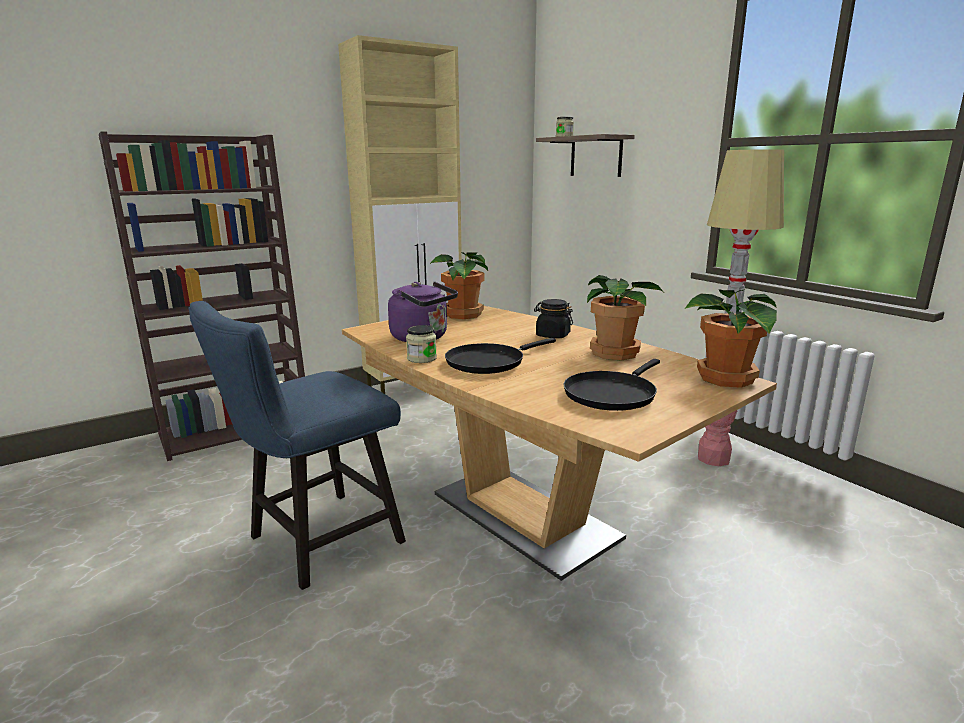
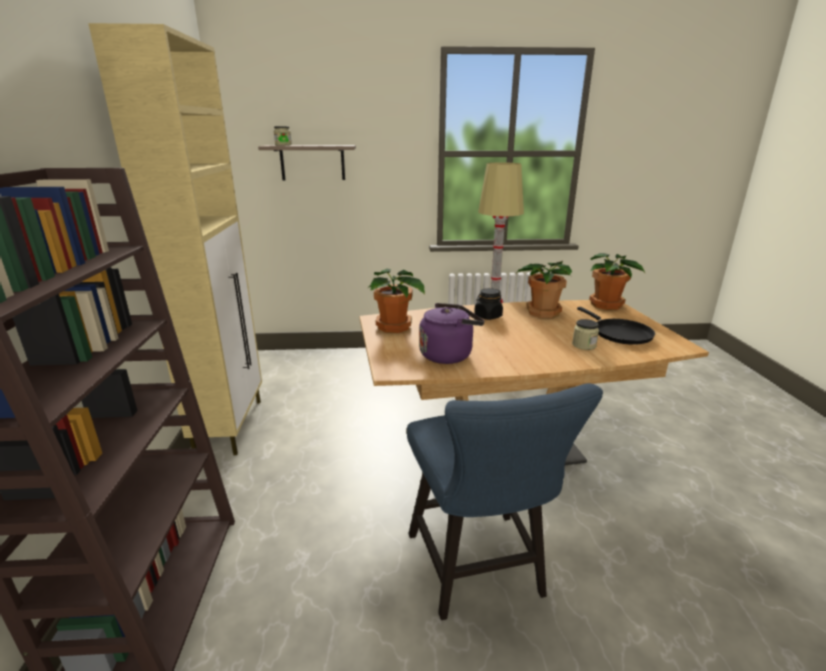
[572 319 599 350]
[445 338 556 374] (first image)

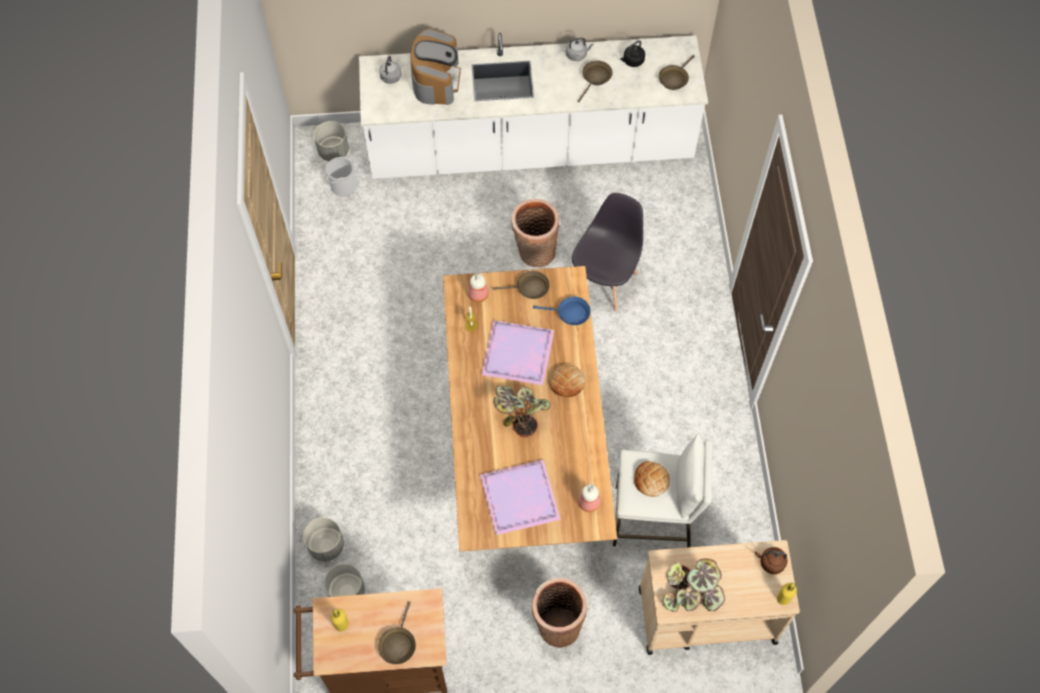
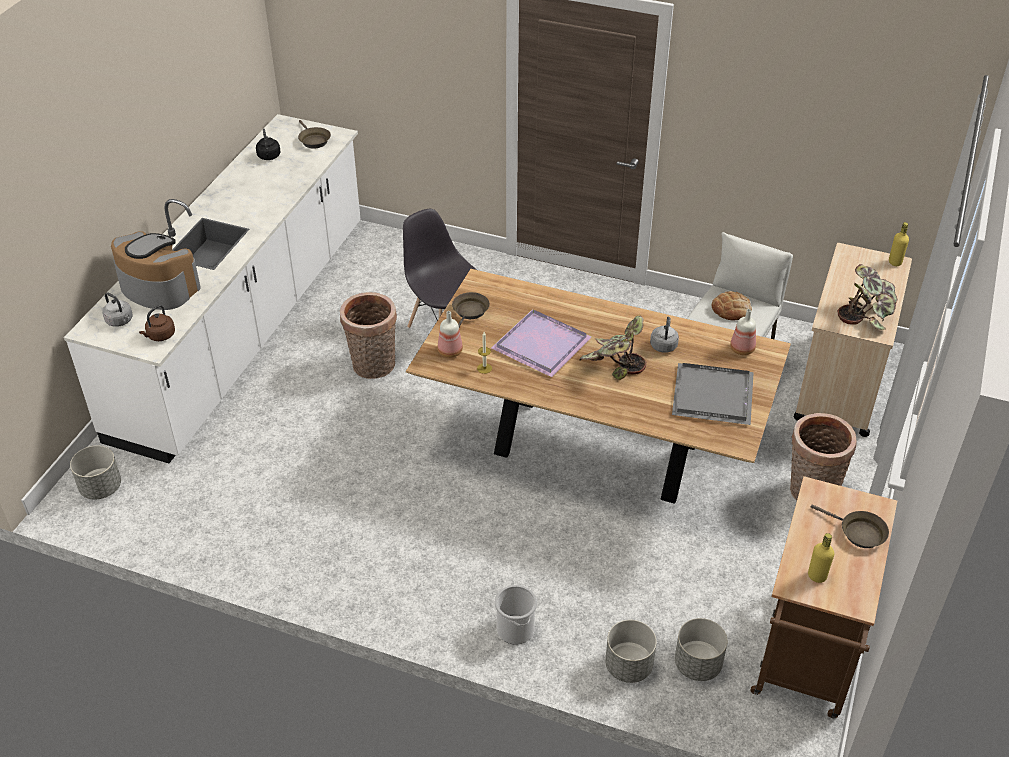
[650 317 679 353]
[578 61 612 102] (first image)
[495 585 537 645]
[533 297 590 325] (first image)
[550 365 585 397] (first image)
[672 363 754 425]
[139 305 175 341]

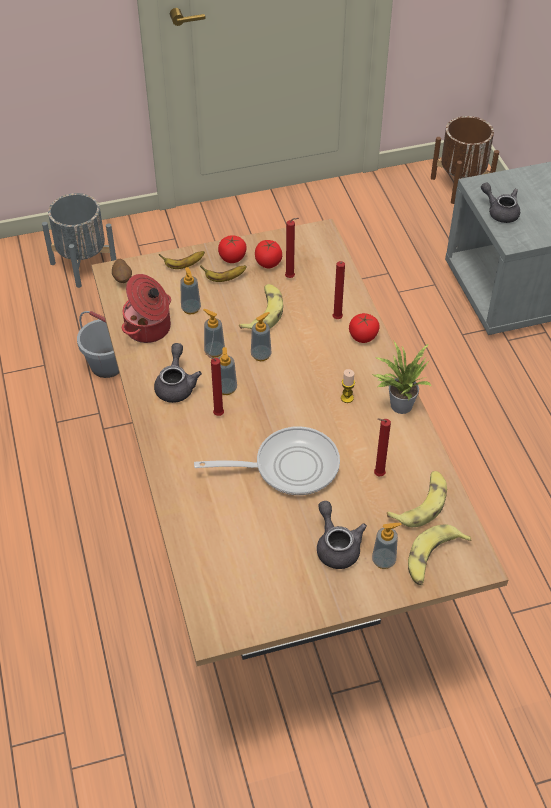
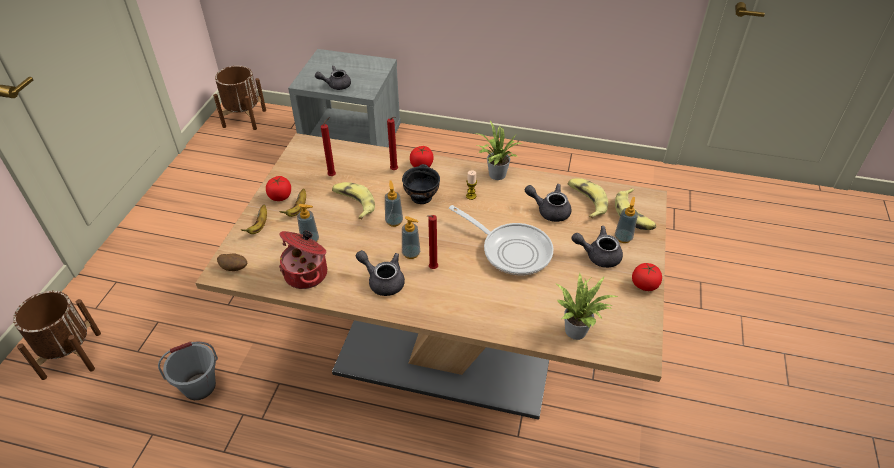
[13 291 101 380]
[632 263 662 291]
[203 309 225 358] (first image)
[525 184 571 222]
[449 205 553 276]
[402 164 440 204]
[557 273 619 340]

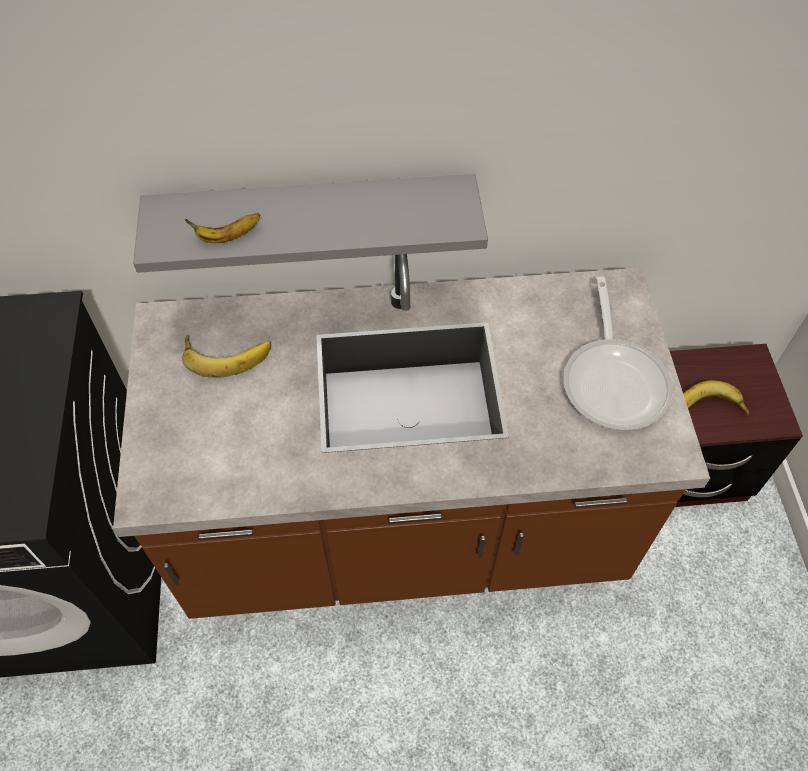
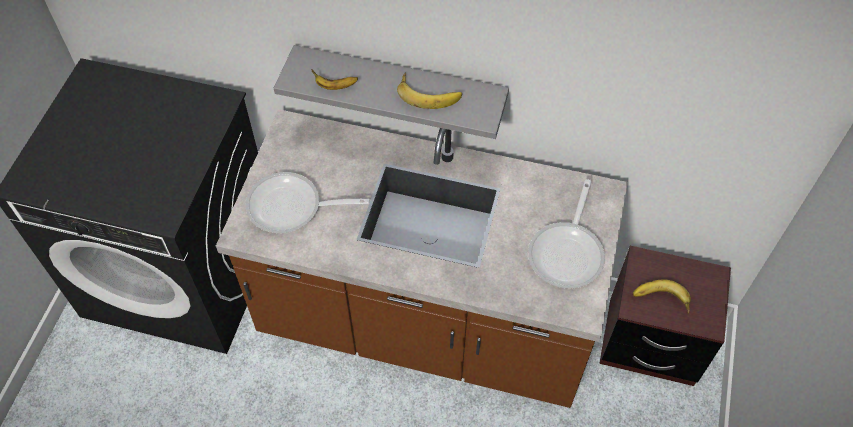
[397 72 462 109]
[245 172 369 233]

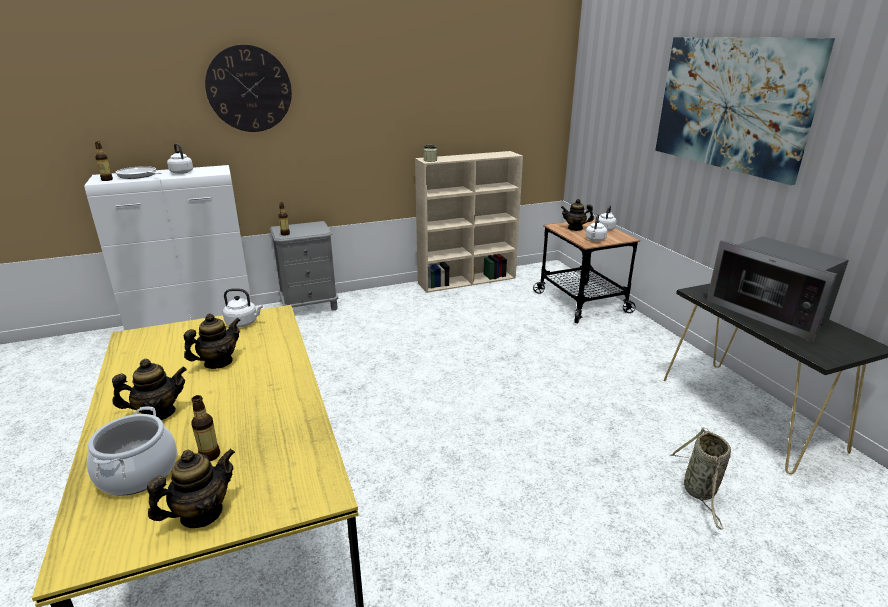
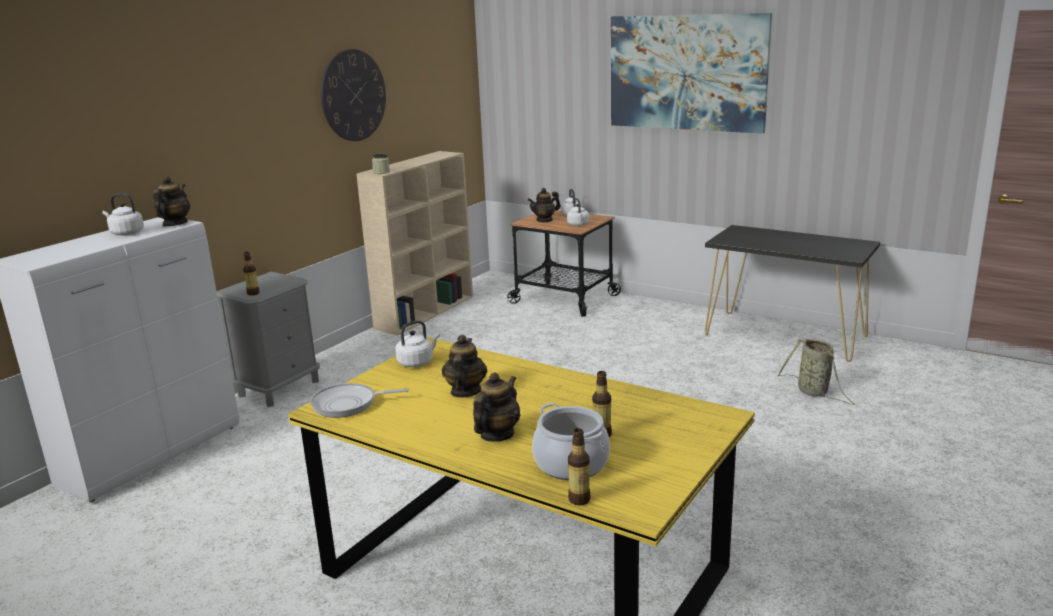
[321 49 386 141]
[568 428 591 505]
[310 383 409 418]
[707 236 849 342] (first image)
[153 176 190 226]

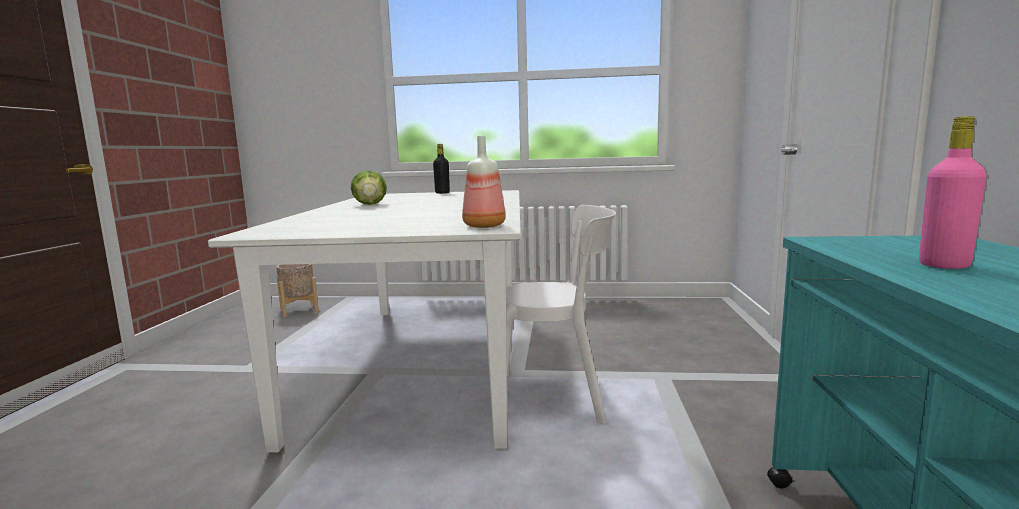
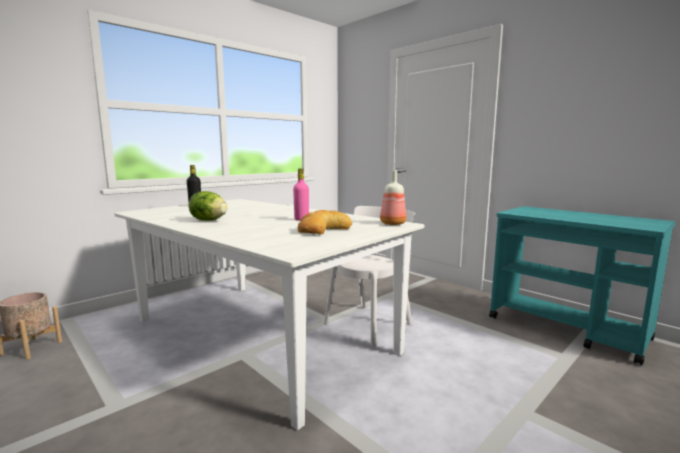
[293 168 309 221]
[298 210 352 234]

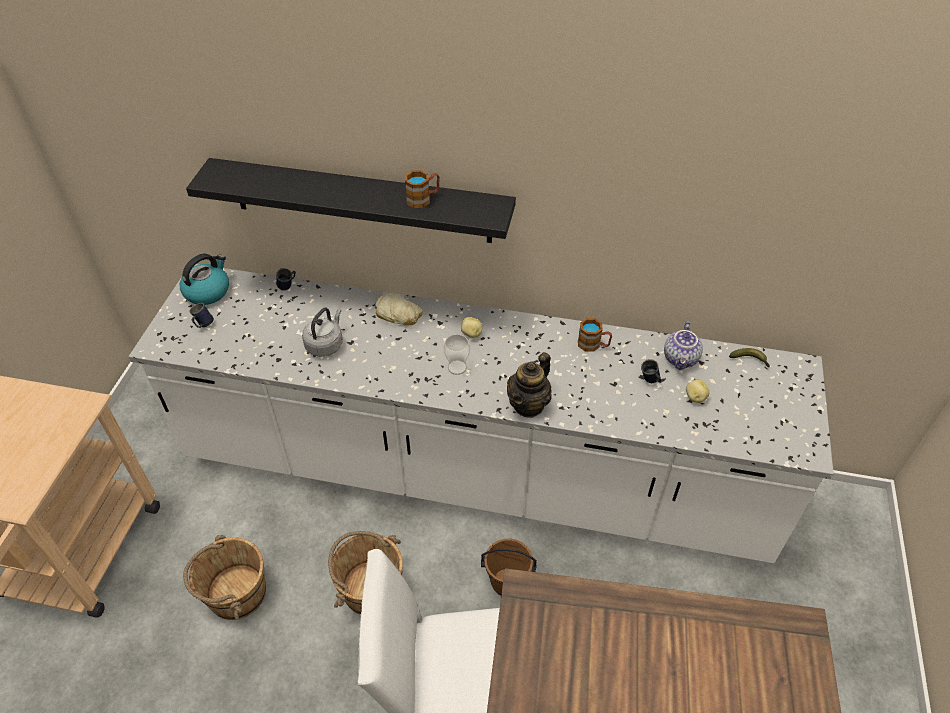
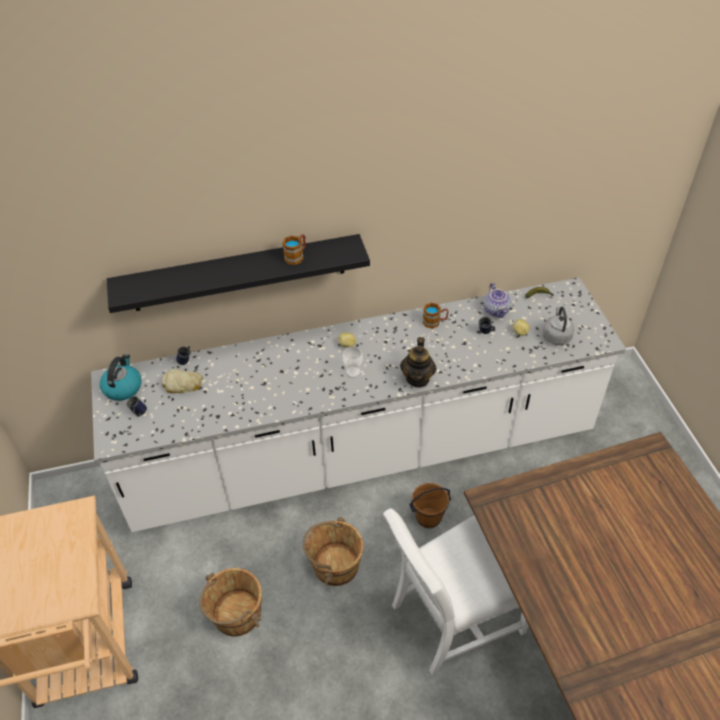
[162 369 203 393]
[543 307 574 345]

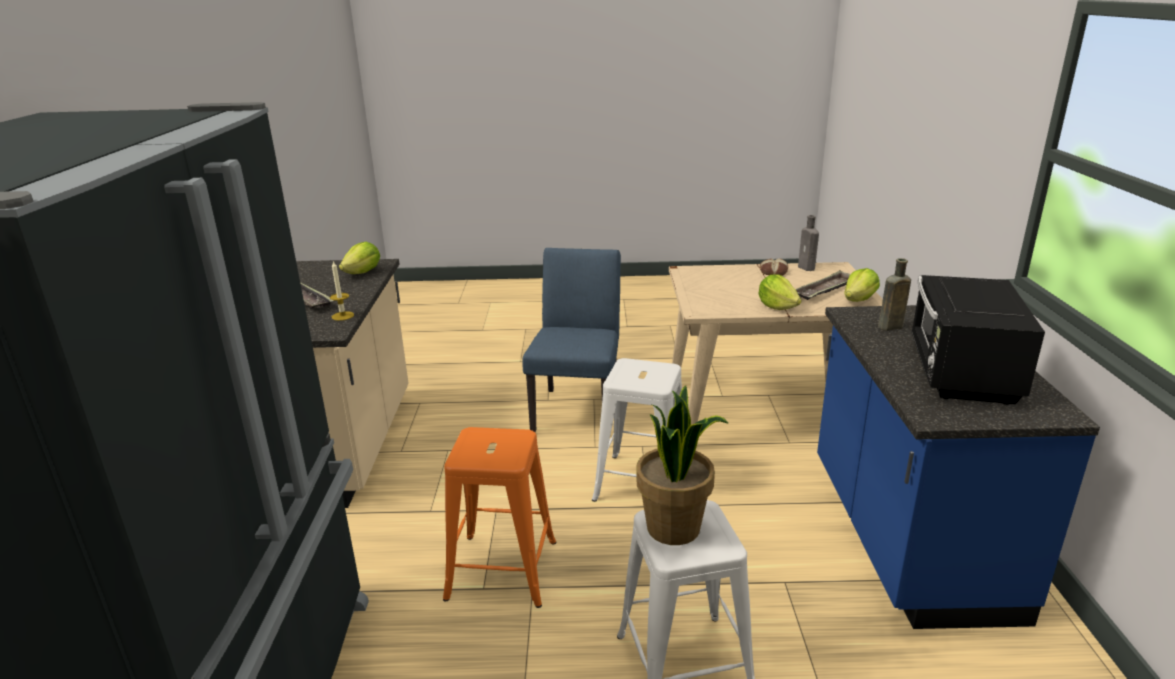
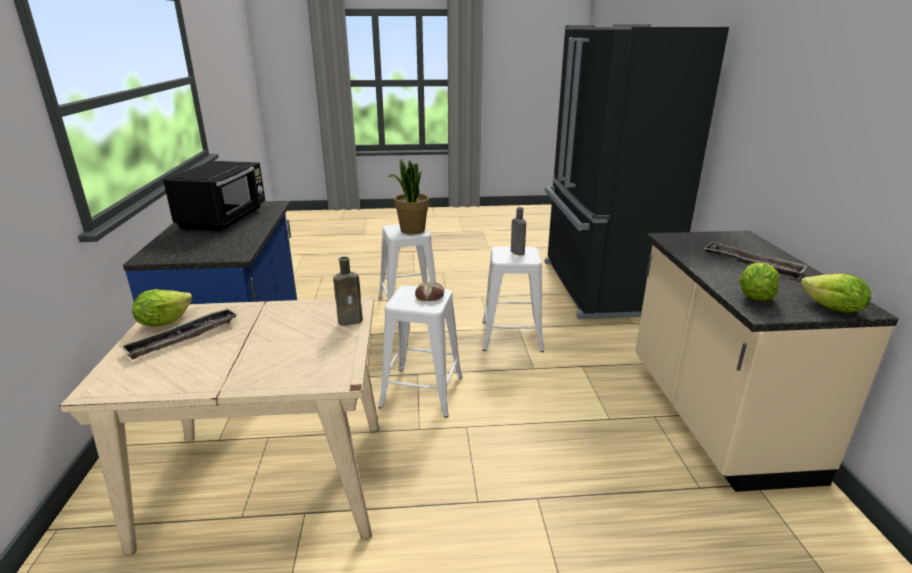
[511 207 526 255]
[522 248 621 432] (first image)
[415 282 444 301]
[333 256 363 326]
[330 261 354 321] (first image)
[800 273 871 313]
[482 246 544 352]

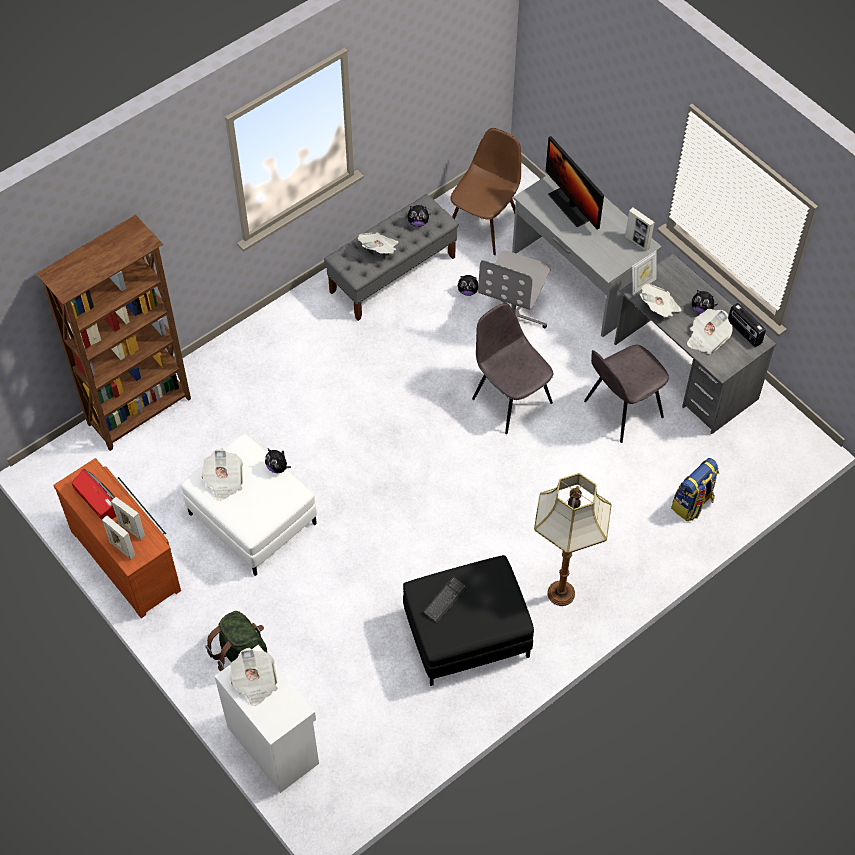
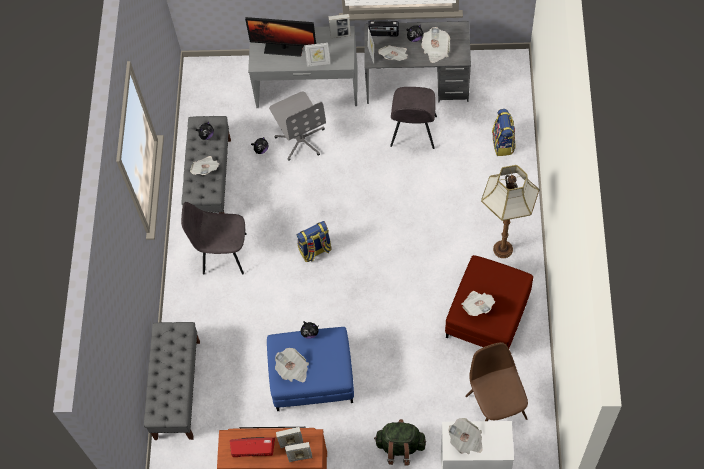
[465 342 528 421]
[144 322 200 440]
[181 202 247 274]
[368 21 399 36]
[267 327 354 411]
[445 255 533 348]
[461 291 495 316]
[304 43 330 67]
[297 221 332 262]

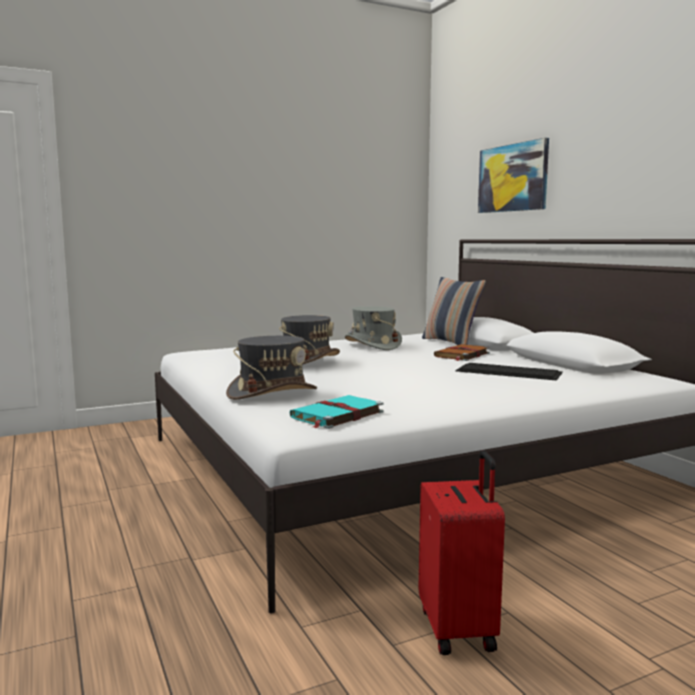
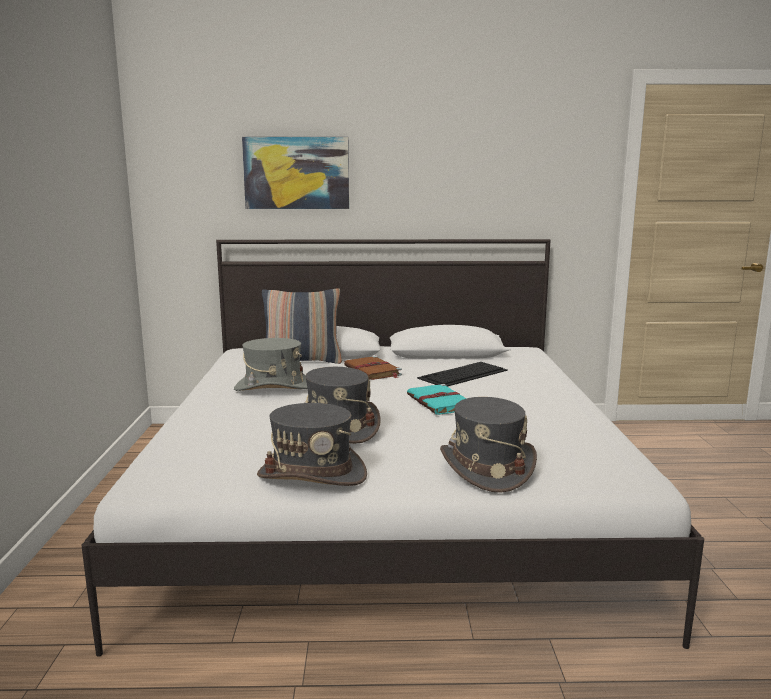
[407 384 467 415]
[418 450 505 655] (first image)
[257 403 367 486]

